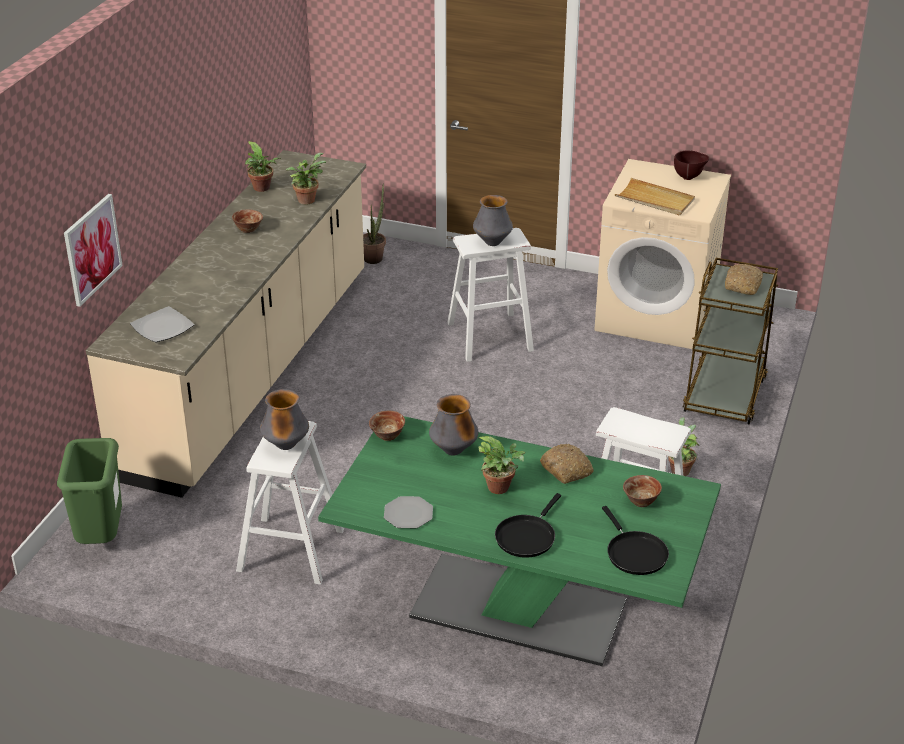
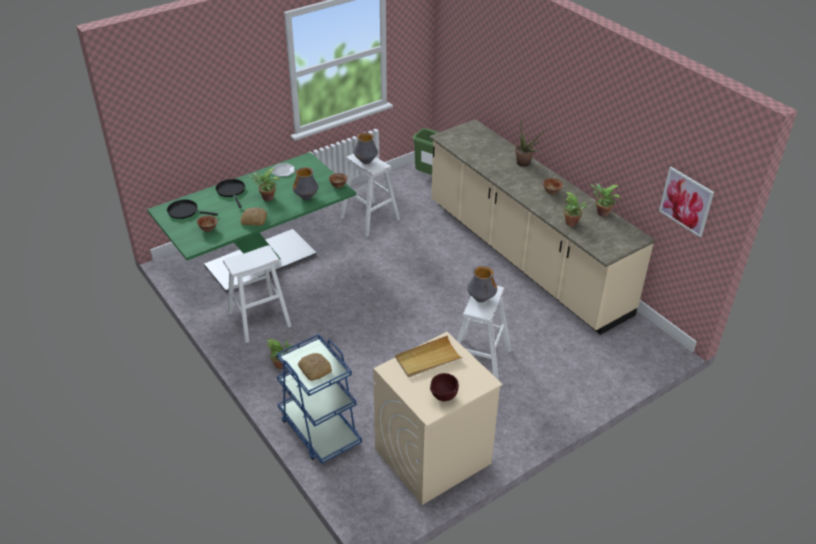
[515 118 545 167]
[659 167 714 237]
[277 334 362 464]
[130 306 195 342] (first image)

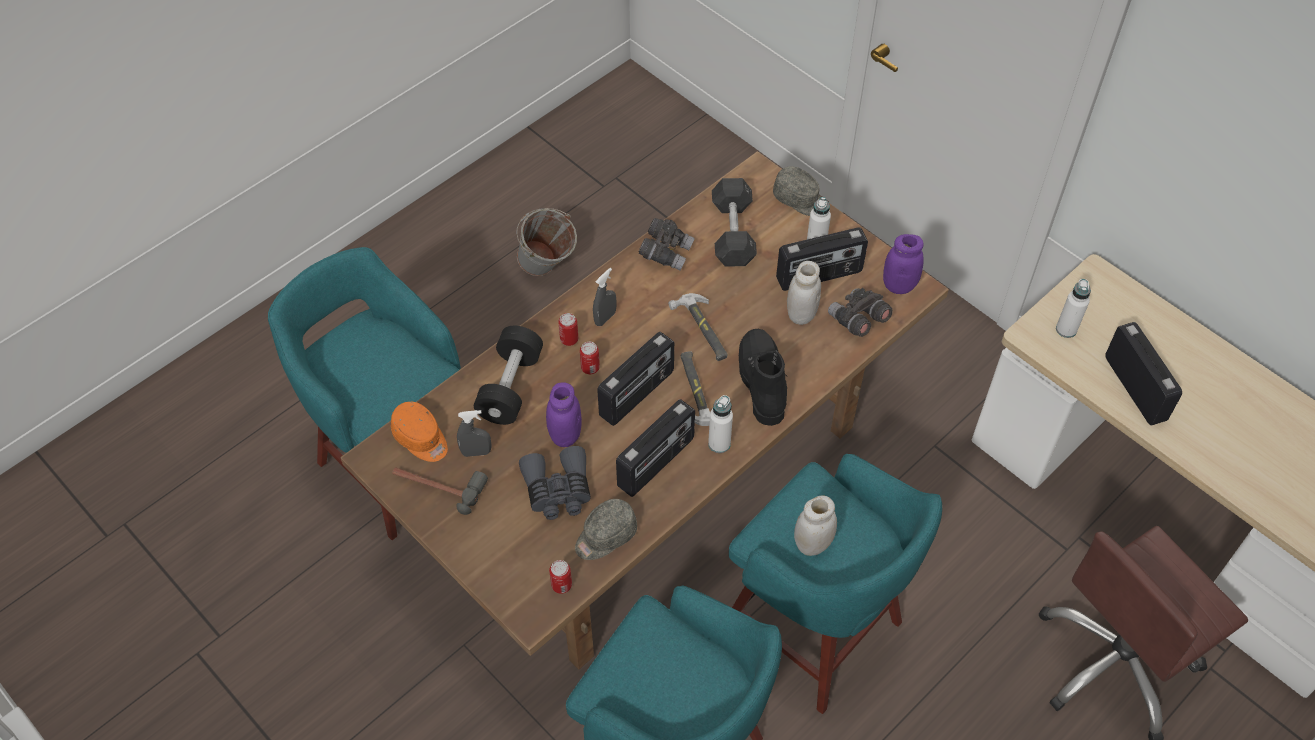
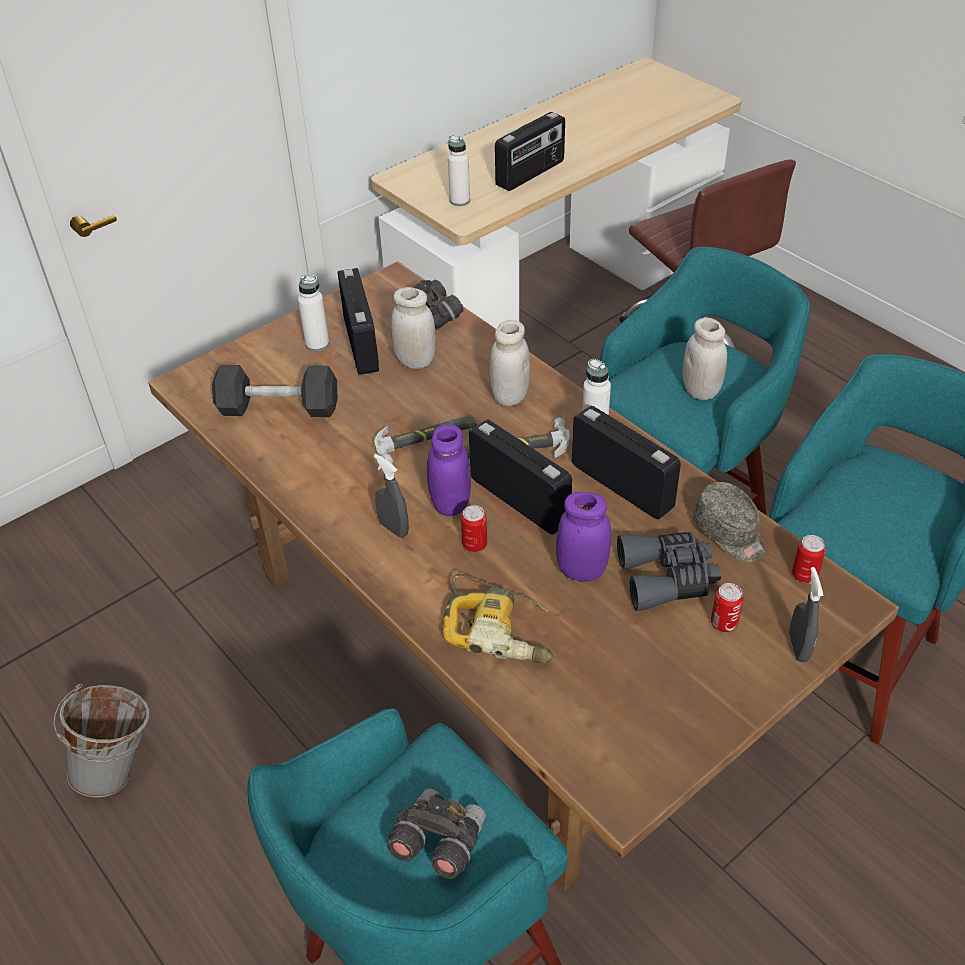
[773 166 821 216] (first image)
[387 789 486 879]
[427 424 471 516]
[711 583 744 632]
[495 112 565 191]
[443 574 554 664]
[489 320 530 406]
[391 402 448 462] (first image)
[789 567 823 662]
[392 467 488 515] (first image)

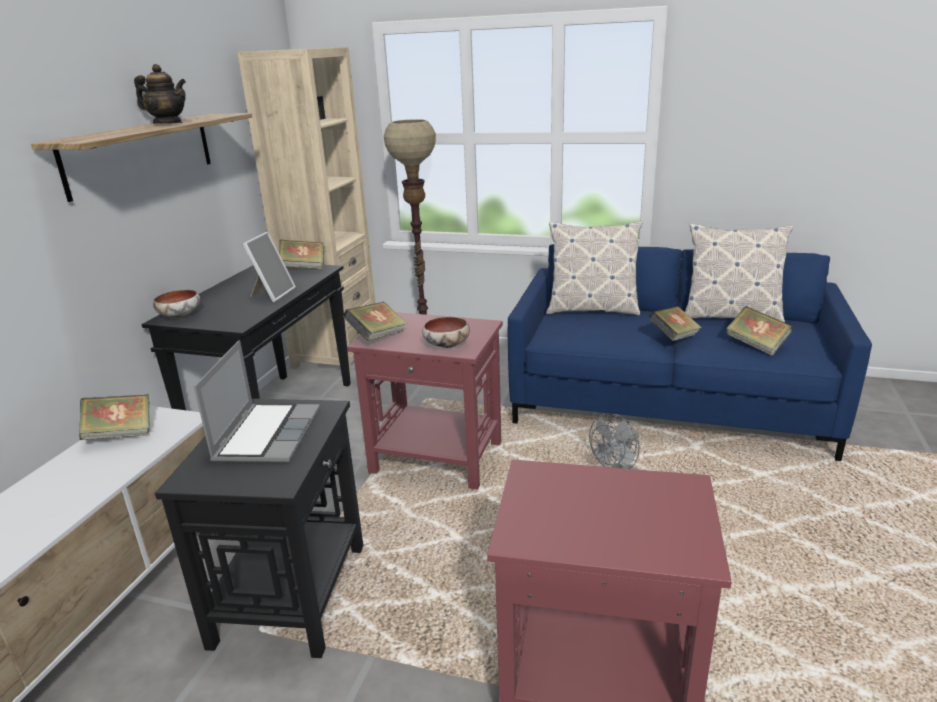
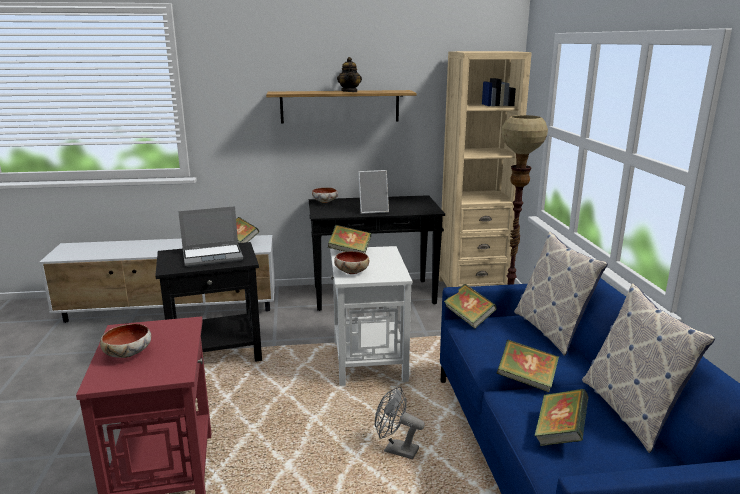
[444 284 497 328]
[330 246 412 386]
[100 324 151 358]

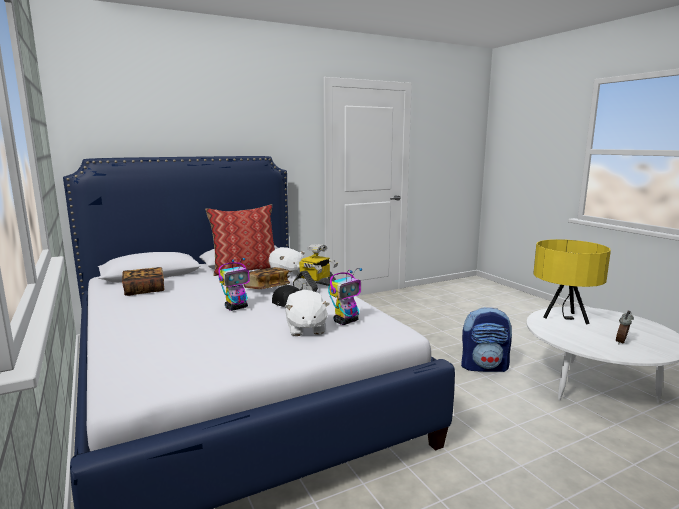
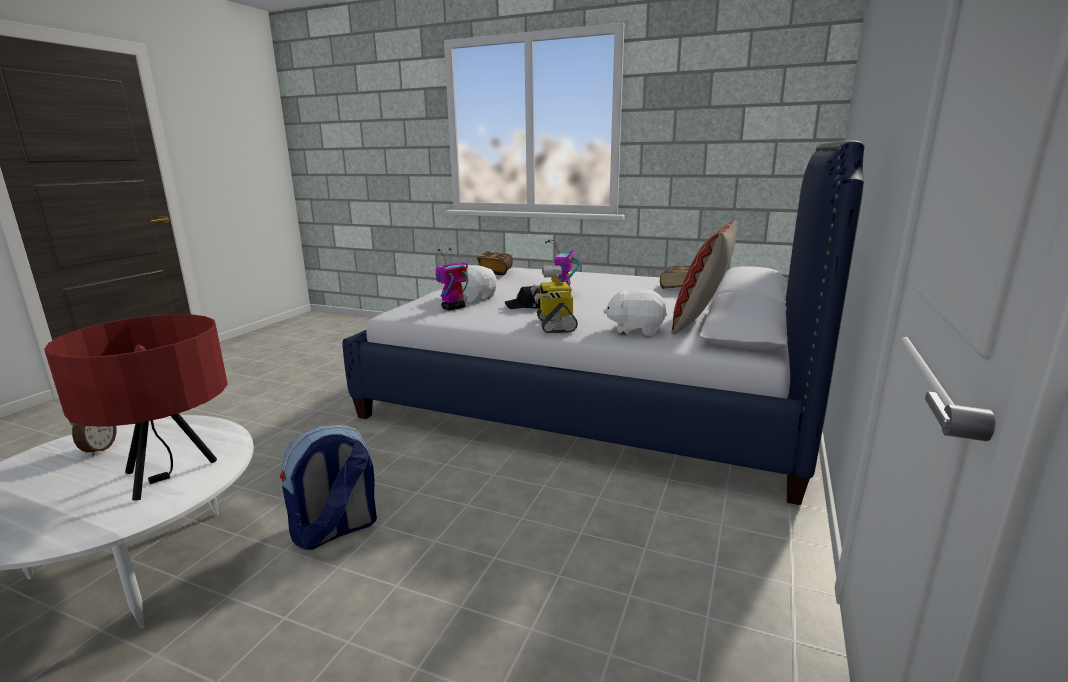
[44 314 228 500]
[477 252 513 275]
[436 248 468 310]

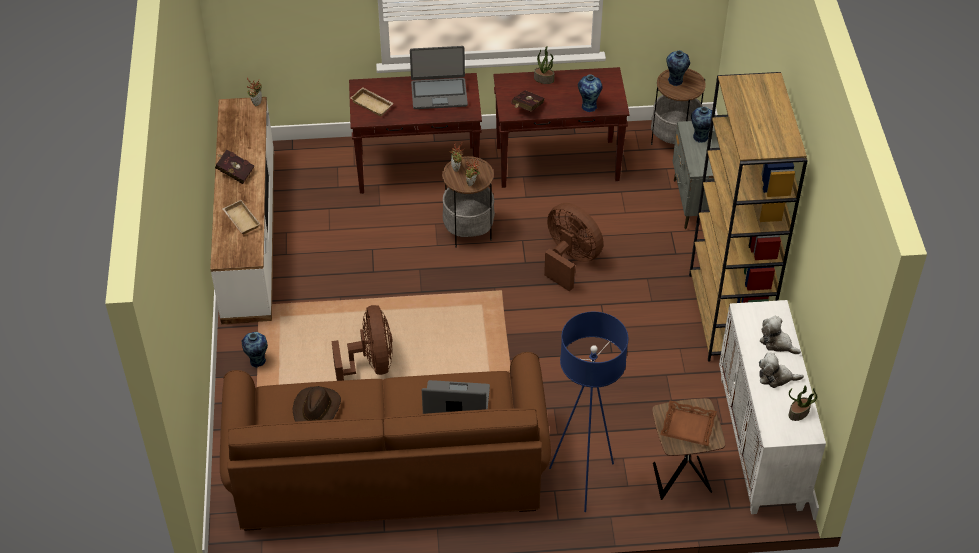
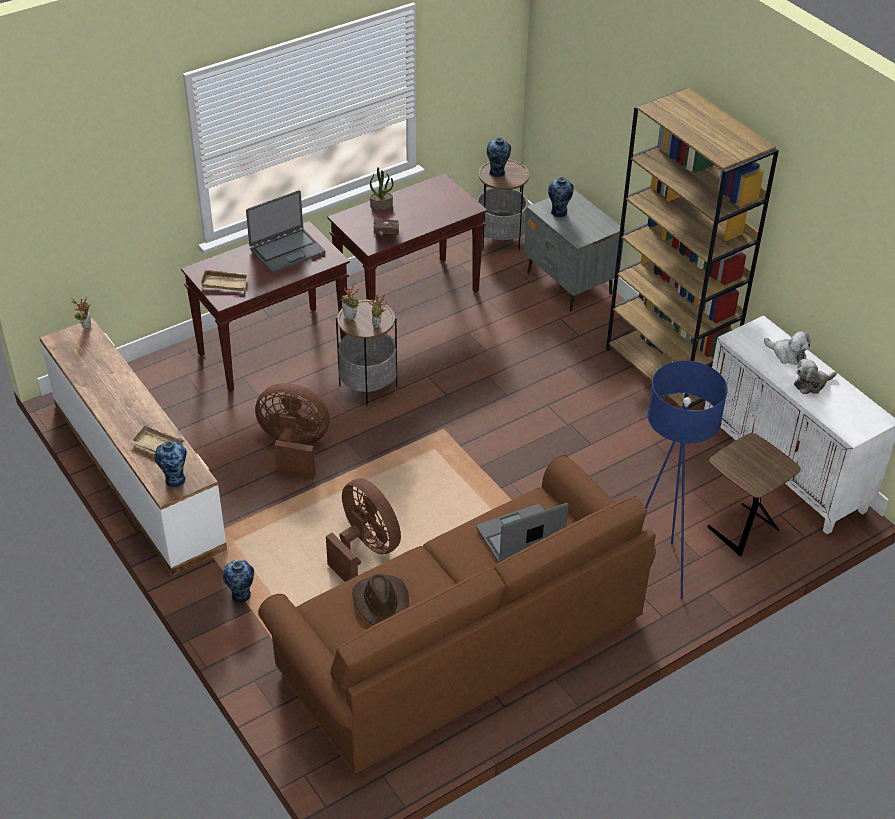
[154 441 187 487]
[215 150 254 184] (first image)
[255 383 330 480]
[764 331 811 365]
[789 385 817 421] (first image)
[660 401 717 446] (first image)

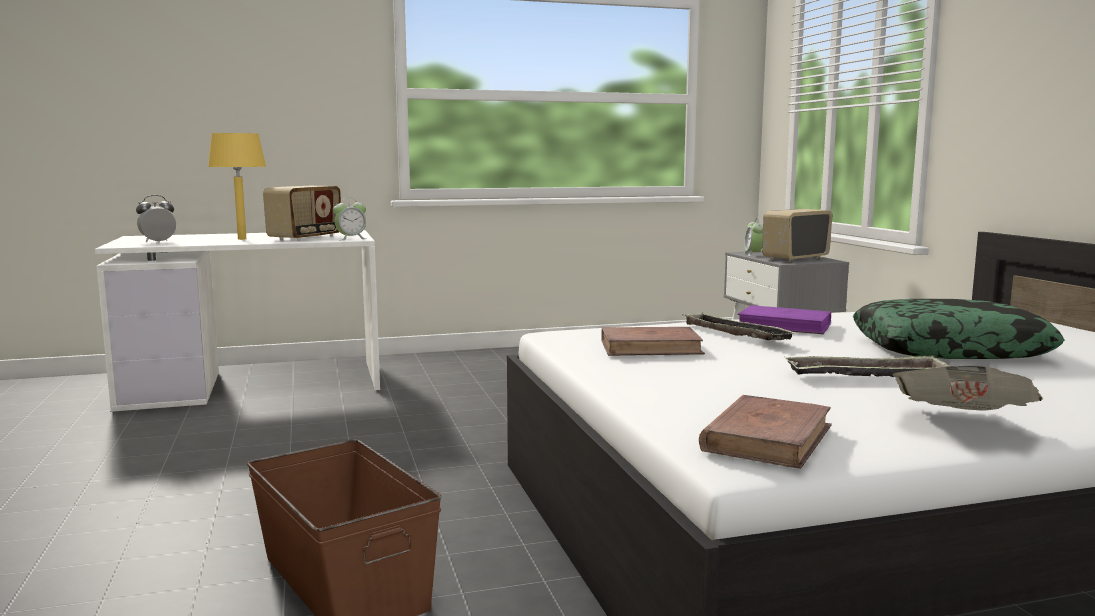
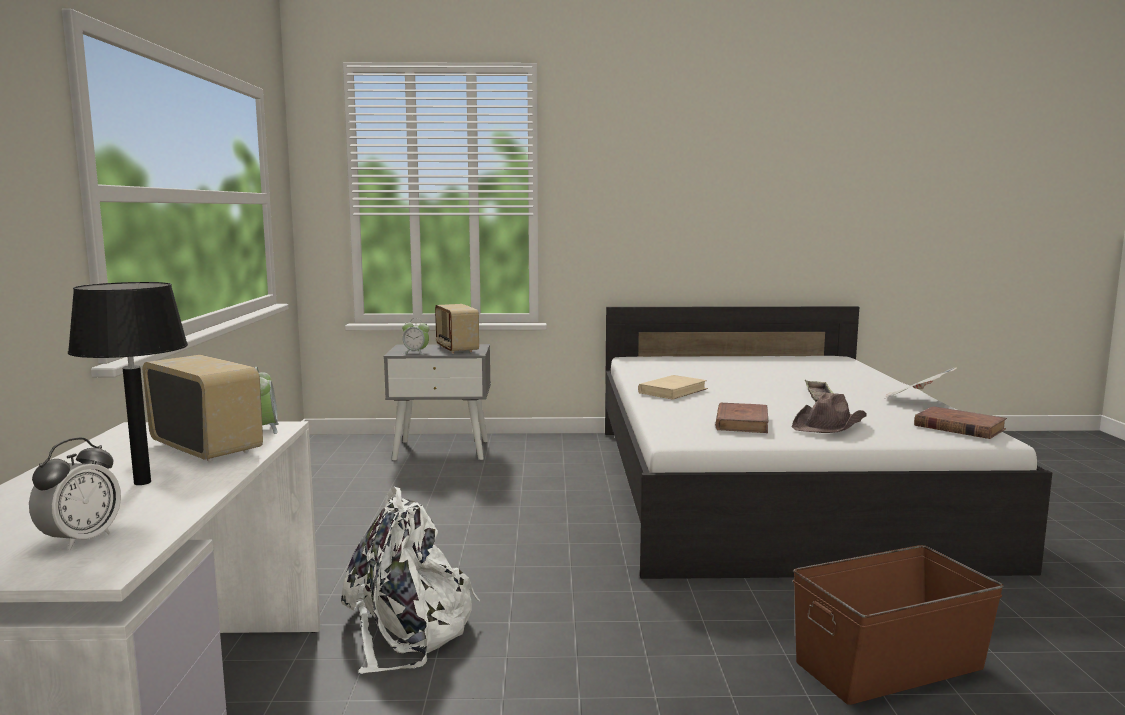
[68 282 188 485]
[29 438 121 550]
[853 299 1064 359] (first image)
[638 375 708 400]
[682 312 797 340] (first image)
[792 392 867 433]
[341 487 480 674]

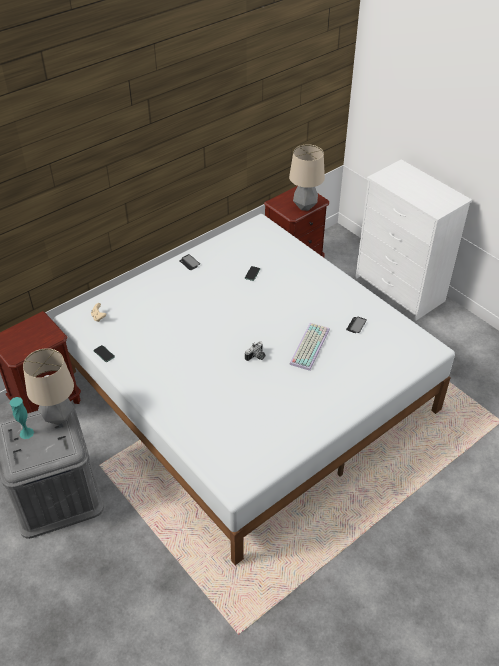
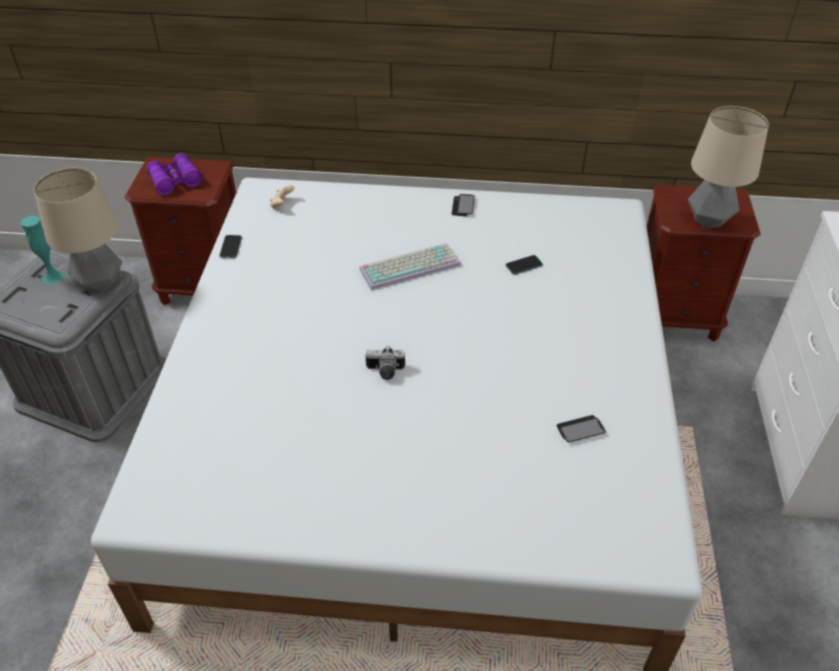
[359 243 461 290]
[146 153 202 195]

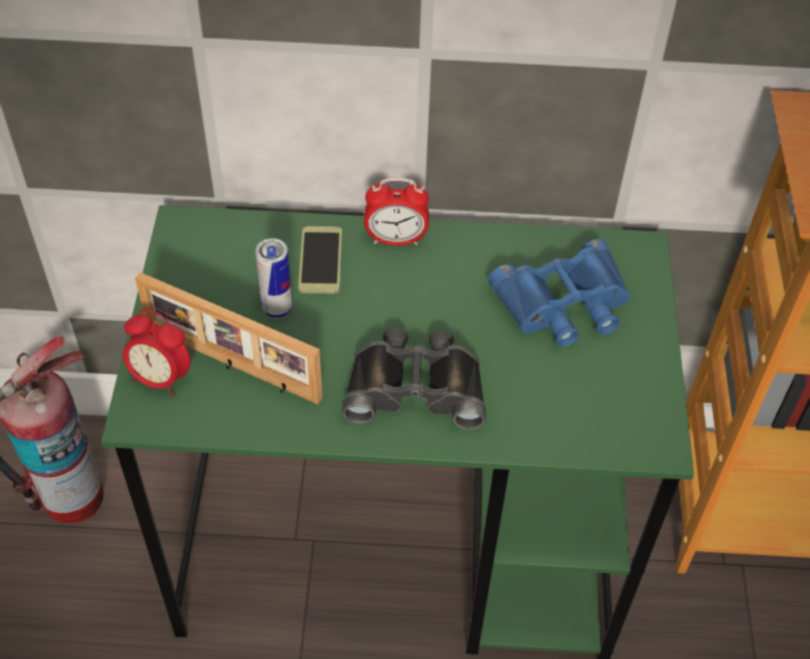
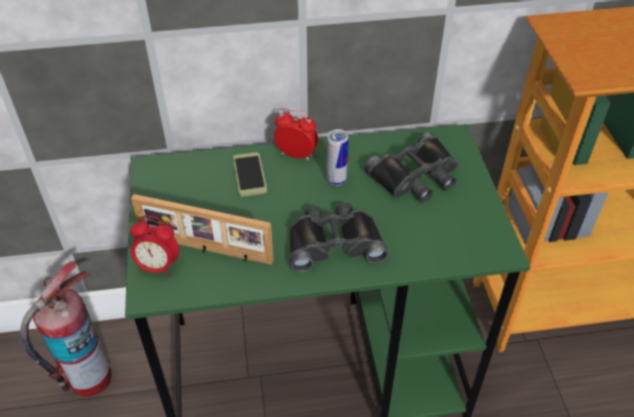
[274 108 318 161]
[327 129 349 186]
[364 132 458 202]

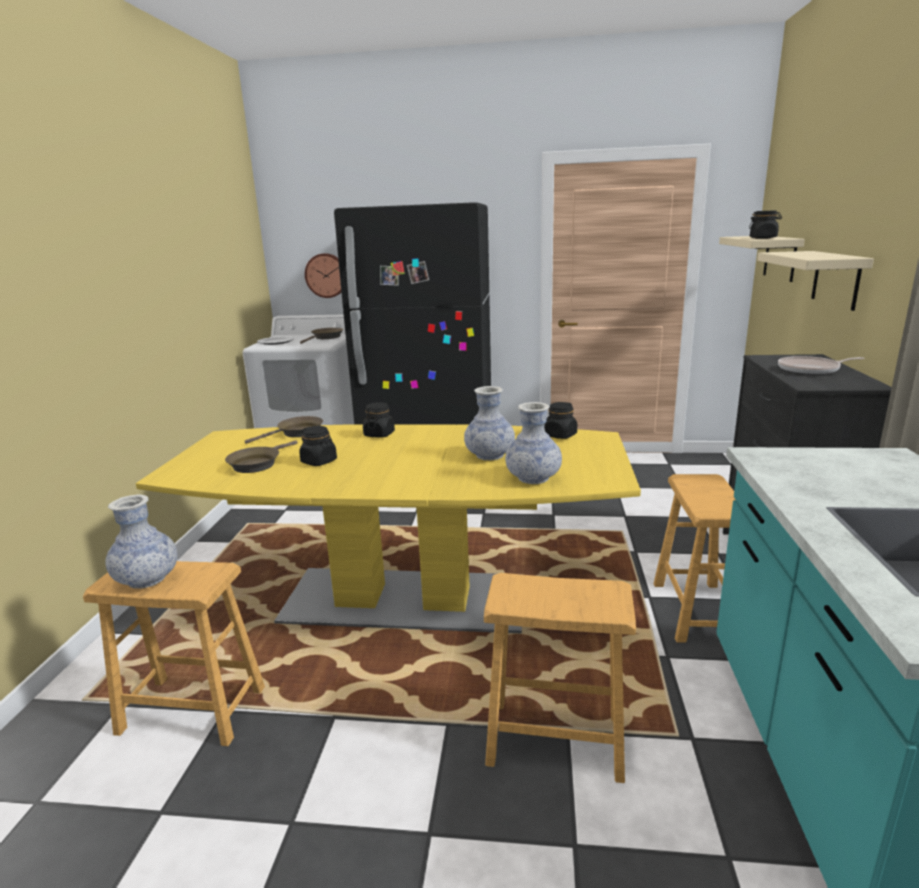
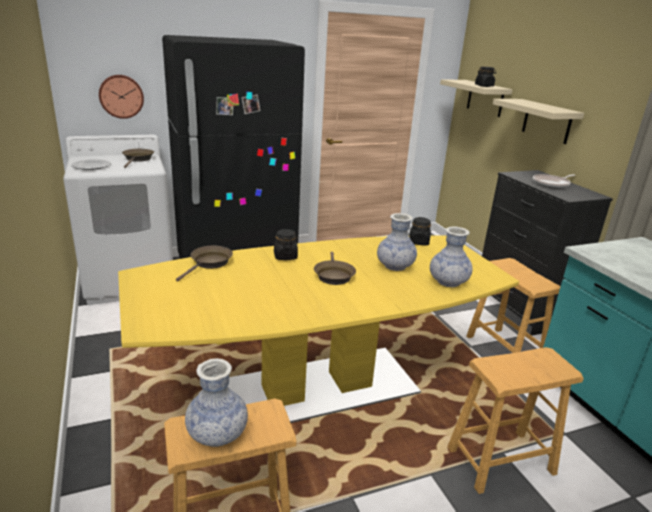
[299 426 337 466] (first image)
[314 252 356 285]

